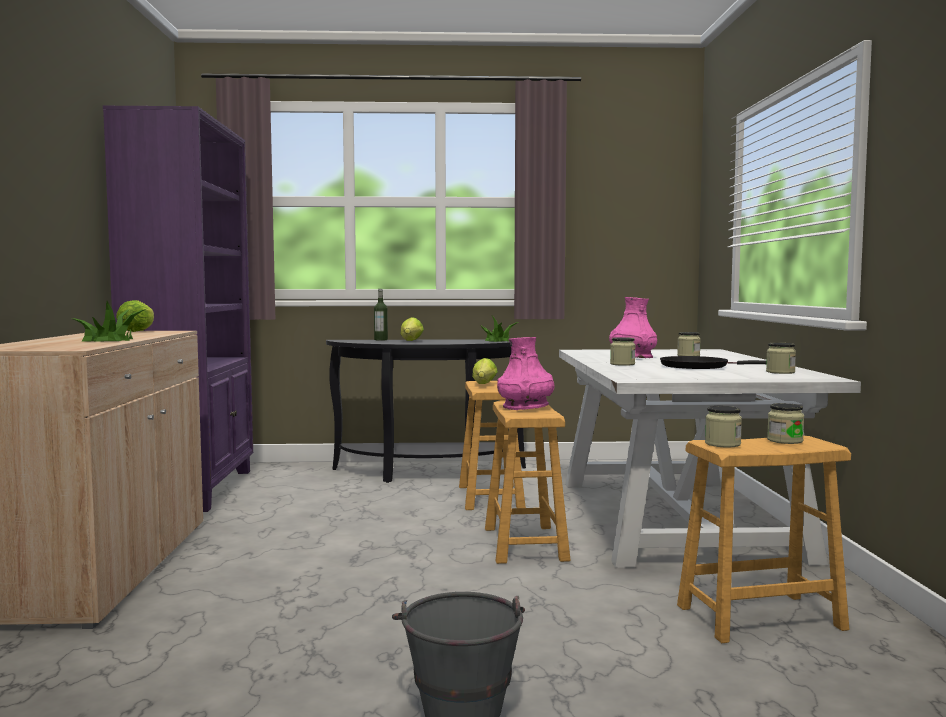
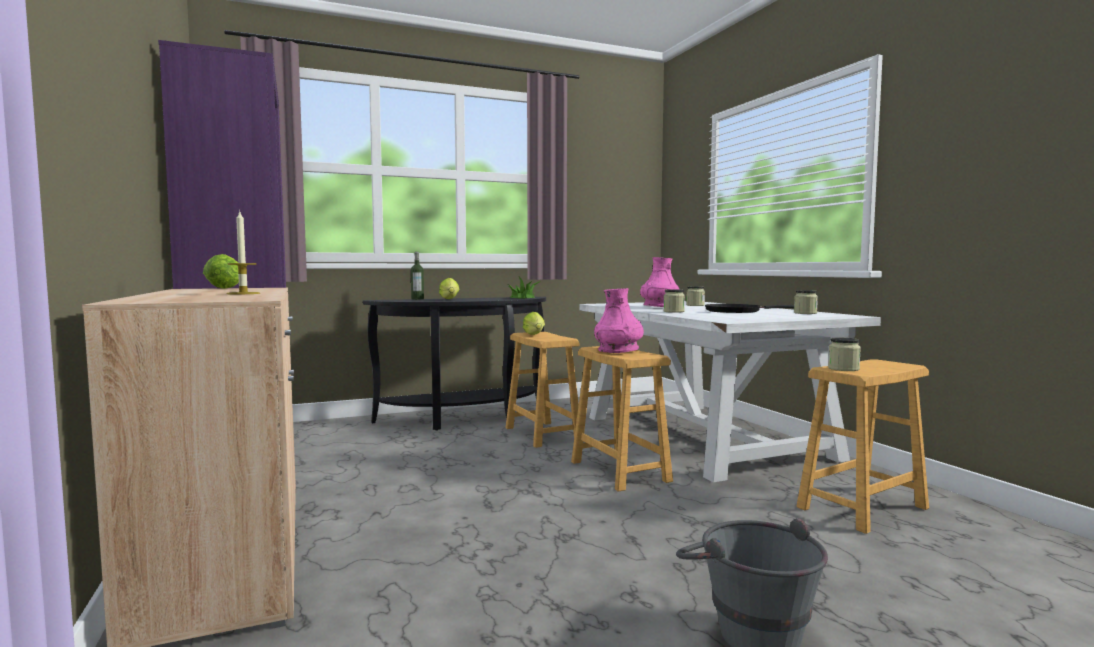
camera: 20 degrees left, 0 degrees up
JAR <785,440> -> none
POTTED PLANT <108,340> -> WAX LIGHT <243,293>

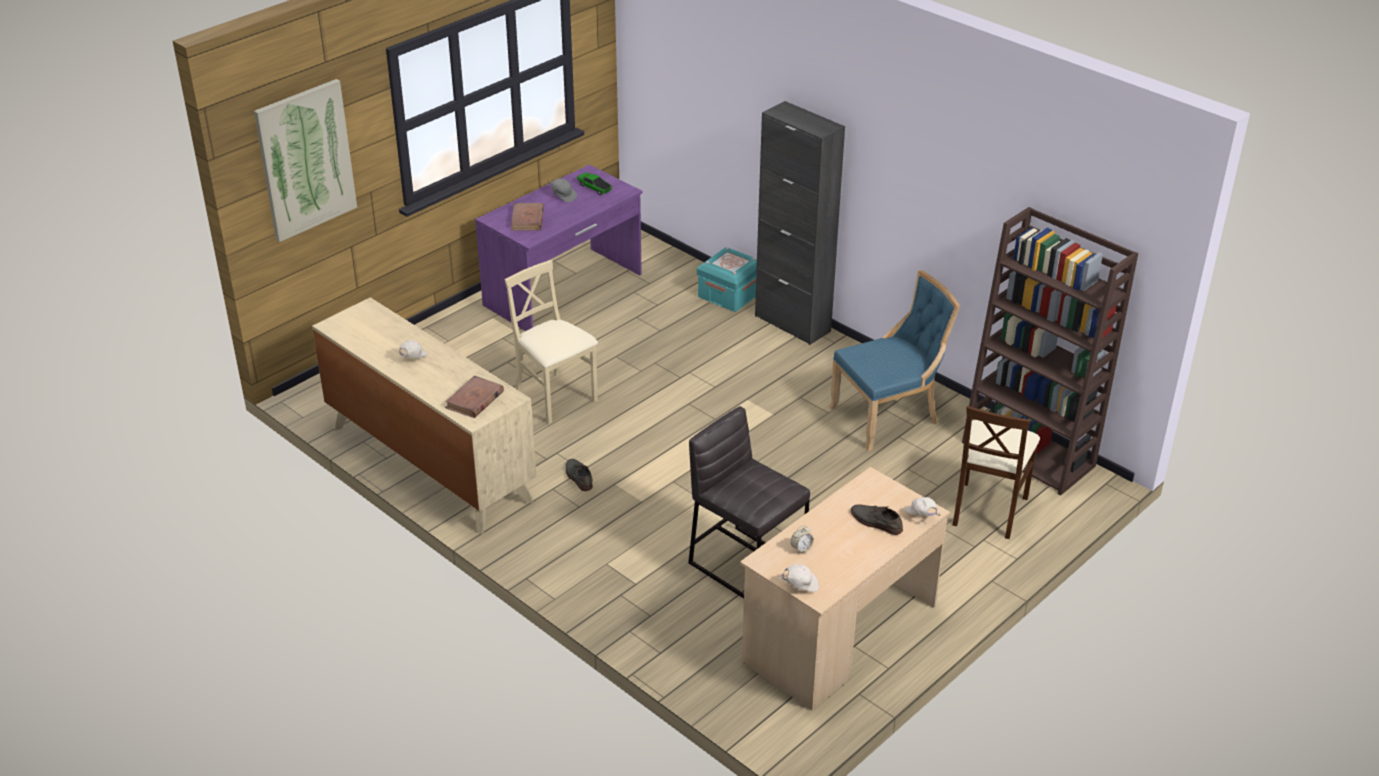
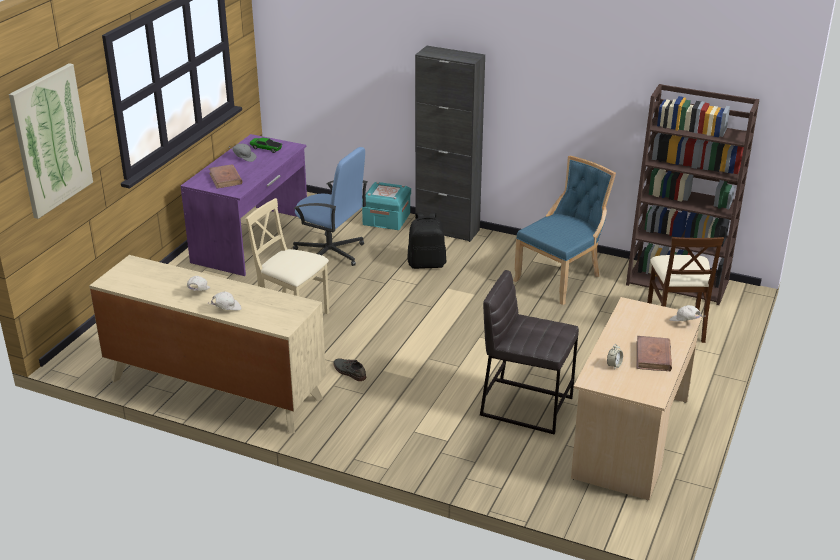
camera: 20 degrees left, 5 degrees down
GRAY LOW SHOE <875,522> -> none
none -> BLUE OFFICE CHAIR <330,253>
none -> BLACK RUCKSACK <427,264>
BROWN-COLOURED BOUND BOOK <474,400> -> BROWN-COLOURED BOUND BOOK <653,356>, moved
WHITE-COLOURED CAP <799,585> -> WHITE-COLOURED CAP <226,309>, moved

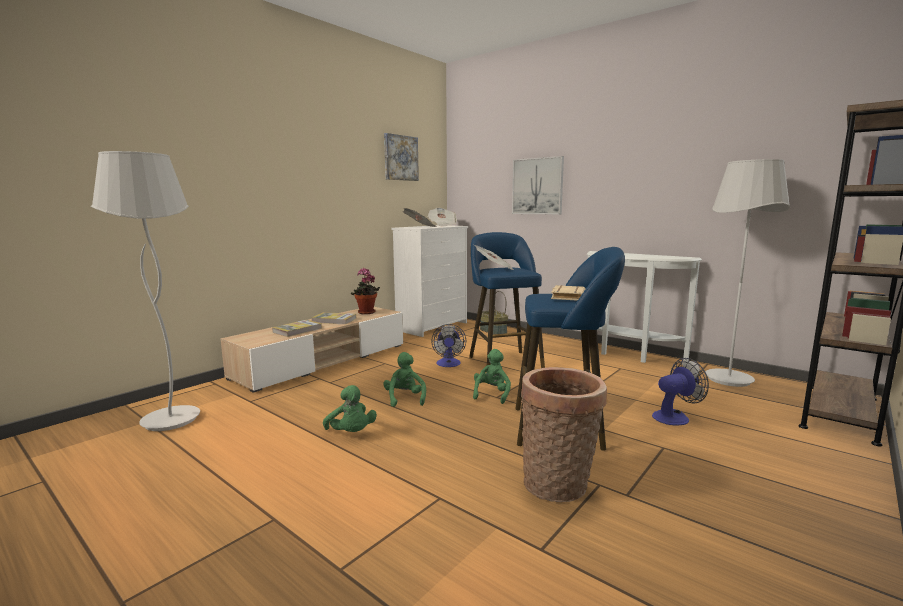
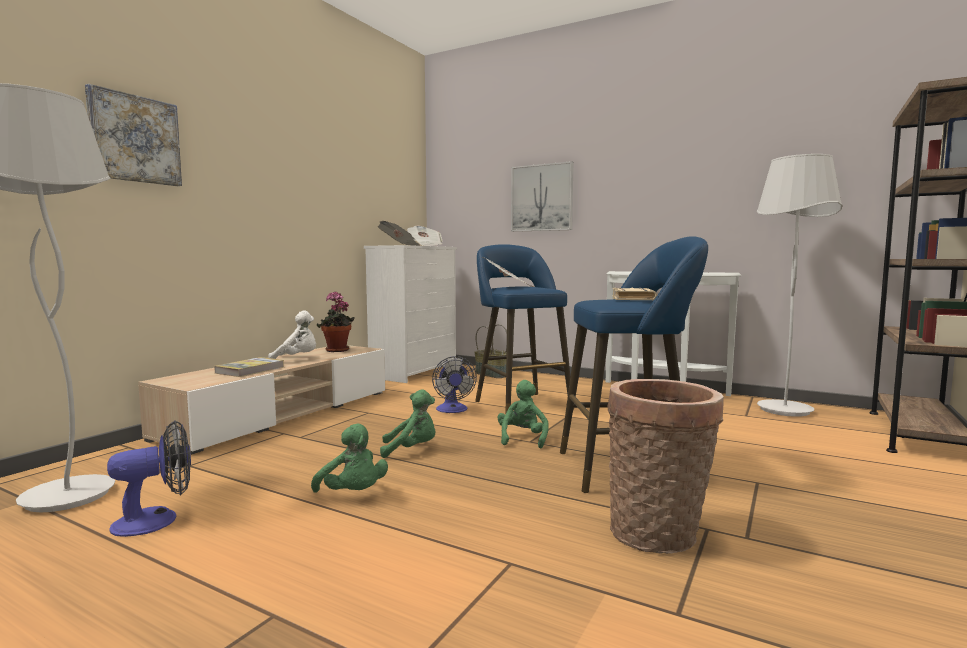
camera: 10 degrees left, 5 degrees down
WALL ART <400,158> -> WALL ART <134,139>, moved
ELECTRIC FAN <675,417> -> ELECTRIC FAN <157,520>, moved
BOUND BOOK <334,320> -> WHITE-COLOURED PLUSH TOY <297,359>
GREENISH PLUSH TOY <405,398> -> GREENISH PLUSH TOY <411,450>, 105 degrees clockwise

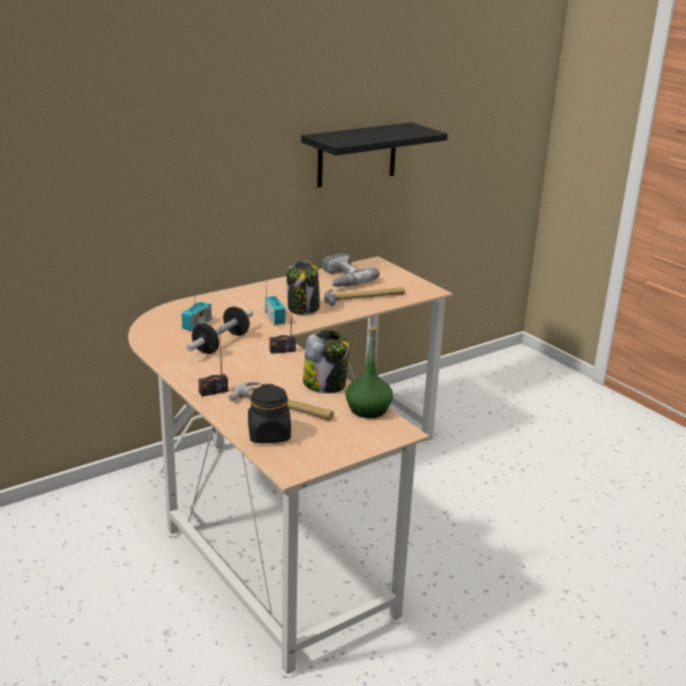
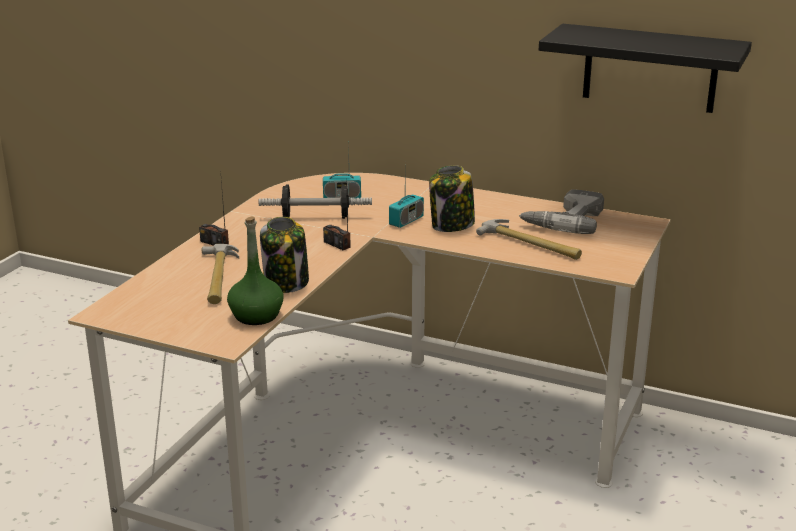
camera: 60 degrees right, 0 degrees up
BLACK JAR <269,435> -> none

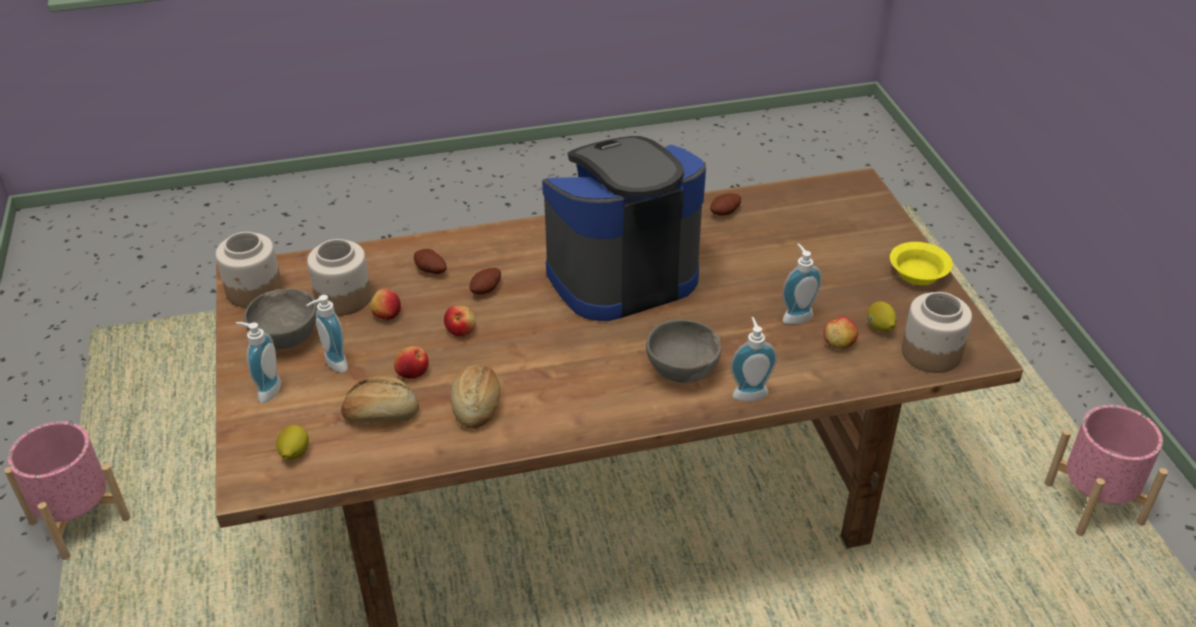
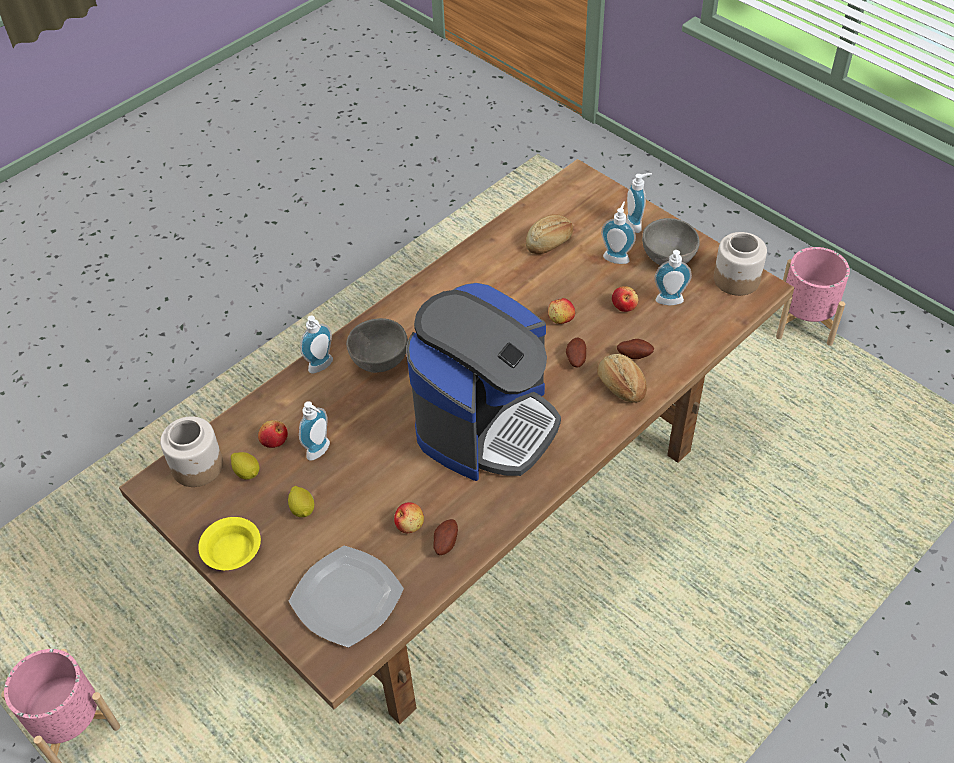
camera: 150 degrees right, 10 degrees up
none -> PLATE <345,598>
CITRUS FRUIT <294,453> -> CITRUS FRUIT <302,509>, moved
WHOLE APPLE <412,372> -> WHOLE APPLE <410,524>, moved
BAKED BREAD <477,405> -> BAKED BREAD <620,386>, moved
JAR <342,298> -> LIQUID SOAP BOTTLE <669,303>

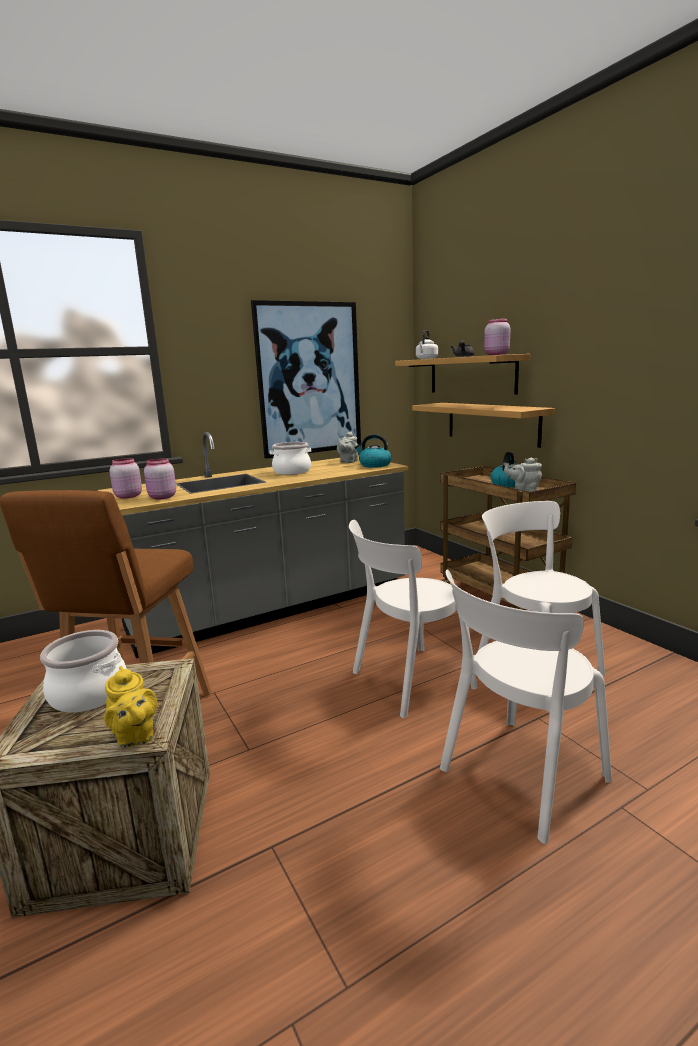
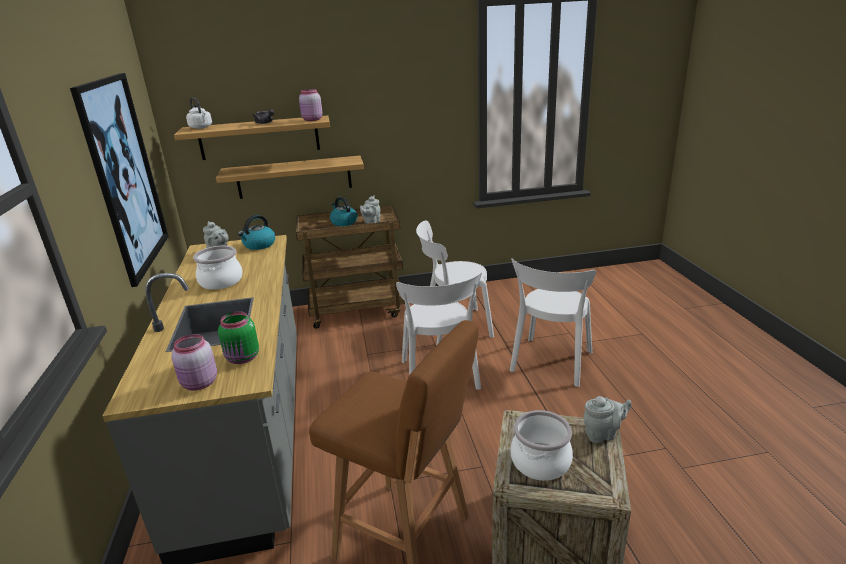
camera: 70 degrees left, 10 degrees up
YELLOW-COLOURED TEAPOT <134,737> -> GRAY TEAPOT <603,434>
PINKISH JAR <161,497> -> GREENISH JAR <243,358>
WHITE-COLOURED UPRIGHT CHAIR <519,777> -> WHITE-COLOURED UPRIGHT CHAIR <550,363>, 45 degrees clockwise

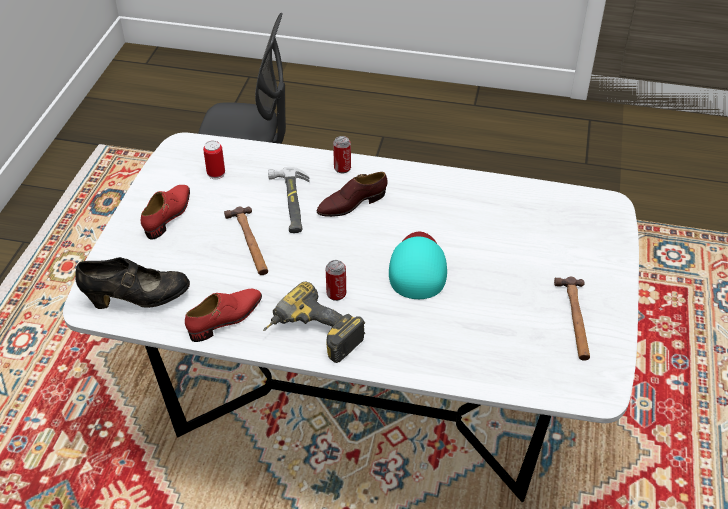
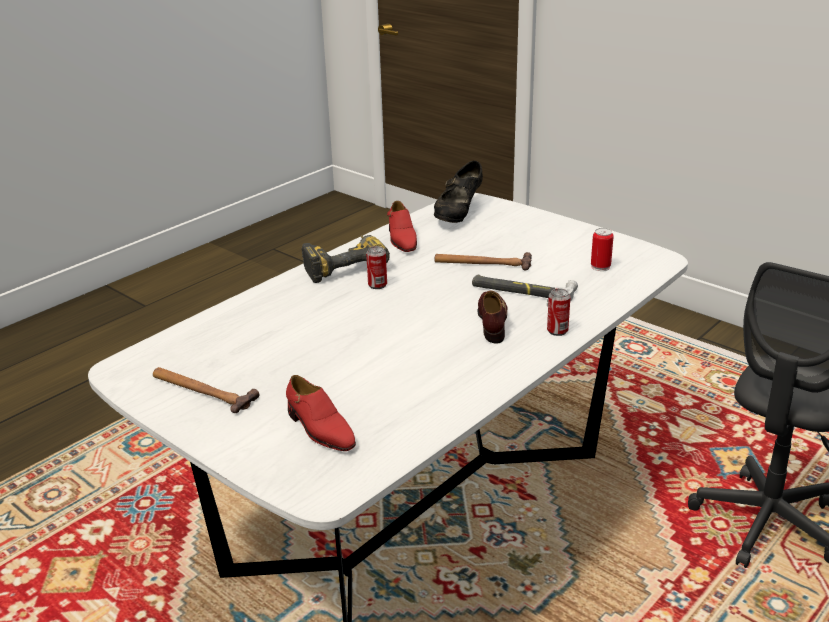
camera: 120 degrees right, 15 degrees down
TURQUOISE-COLOURED CAP <418,267> -> none
RED LOW SHOE <169,215> -> RED LOW SHOE <320,429>, moved

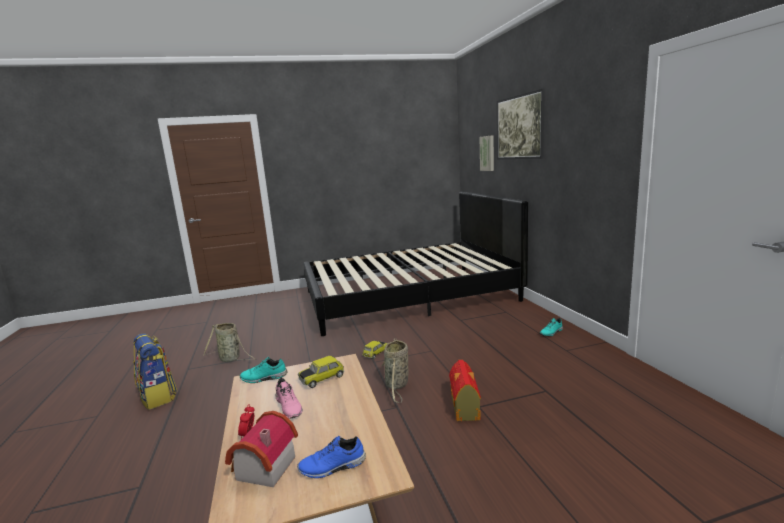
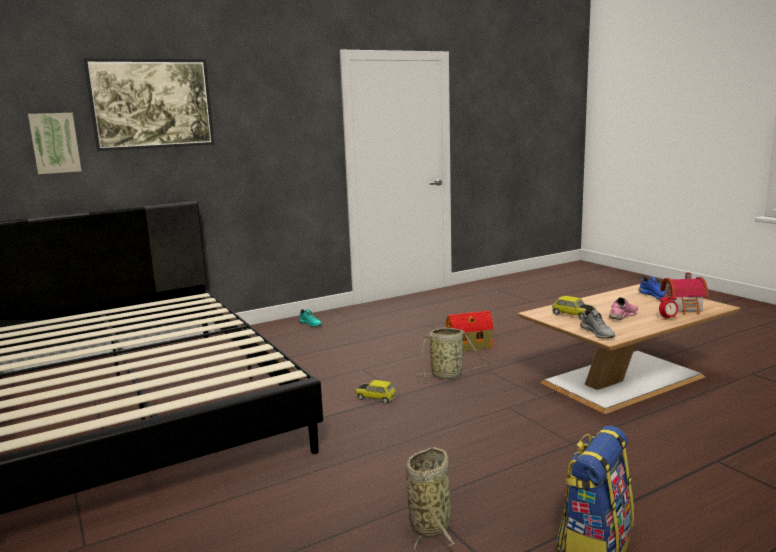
camera: 105 degrees left, 0 degrees up
TURQUOISE-COLOURED LOW SHOE <263,378> -> GRAY LOW SHOE <598,333>

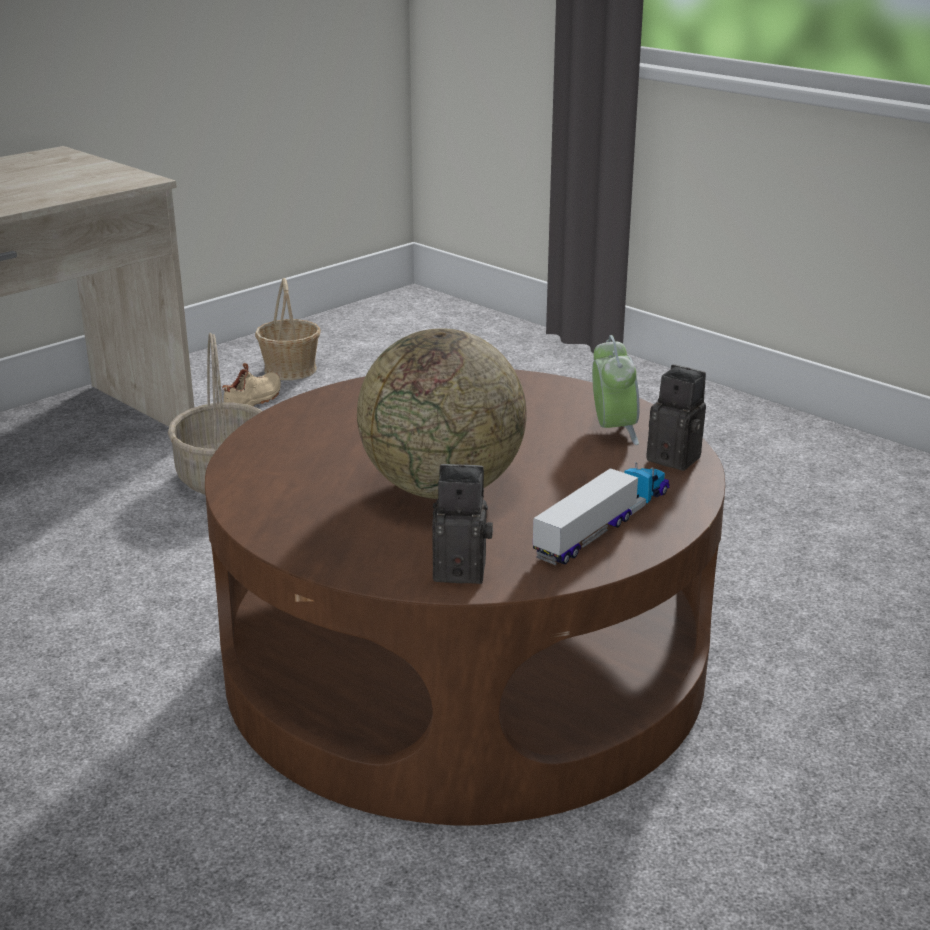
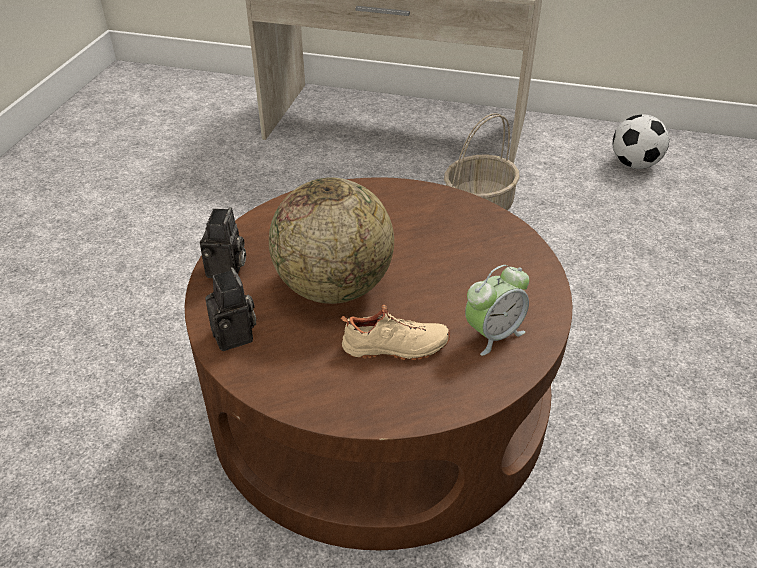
camera: 60 degrees right, 15 degrees up
TOY LORRY <604,524> -> none
BEIGE-COLOURED LOW SHOE <254,402> -> BEIGE-COLOURED LOW SHOE <395,348>, moved
PHOTO CAMERA <678,458> -> PHOTO CAMERA <227,270>, moved
BASKET <290,370> -> FOOTBALL <634,164>

